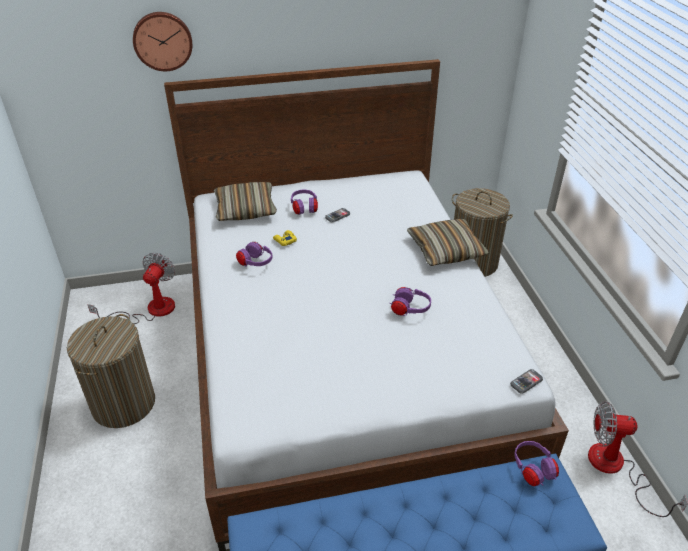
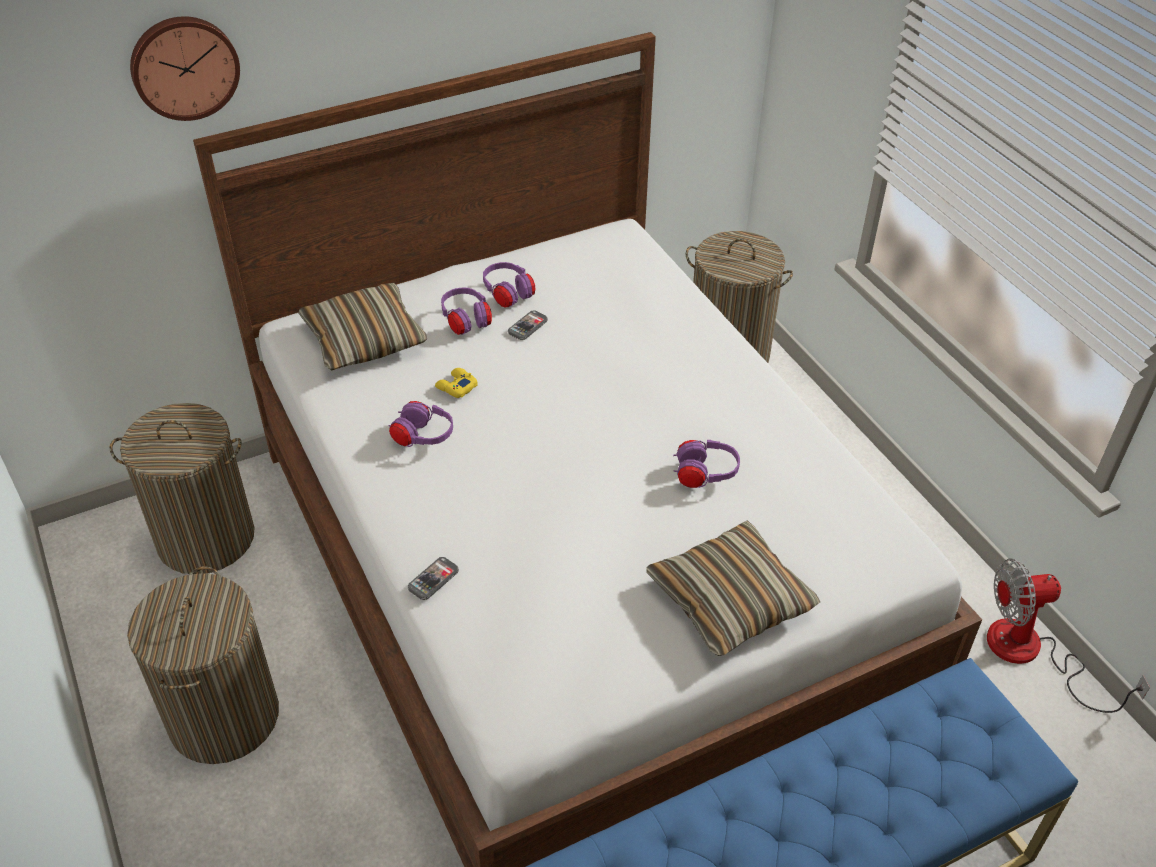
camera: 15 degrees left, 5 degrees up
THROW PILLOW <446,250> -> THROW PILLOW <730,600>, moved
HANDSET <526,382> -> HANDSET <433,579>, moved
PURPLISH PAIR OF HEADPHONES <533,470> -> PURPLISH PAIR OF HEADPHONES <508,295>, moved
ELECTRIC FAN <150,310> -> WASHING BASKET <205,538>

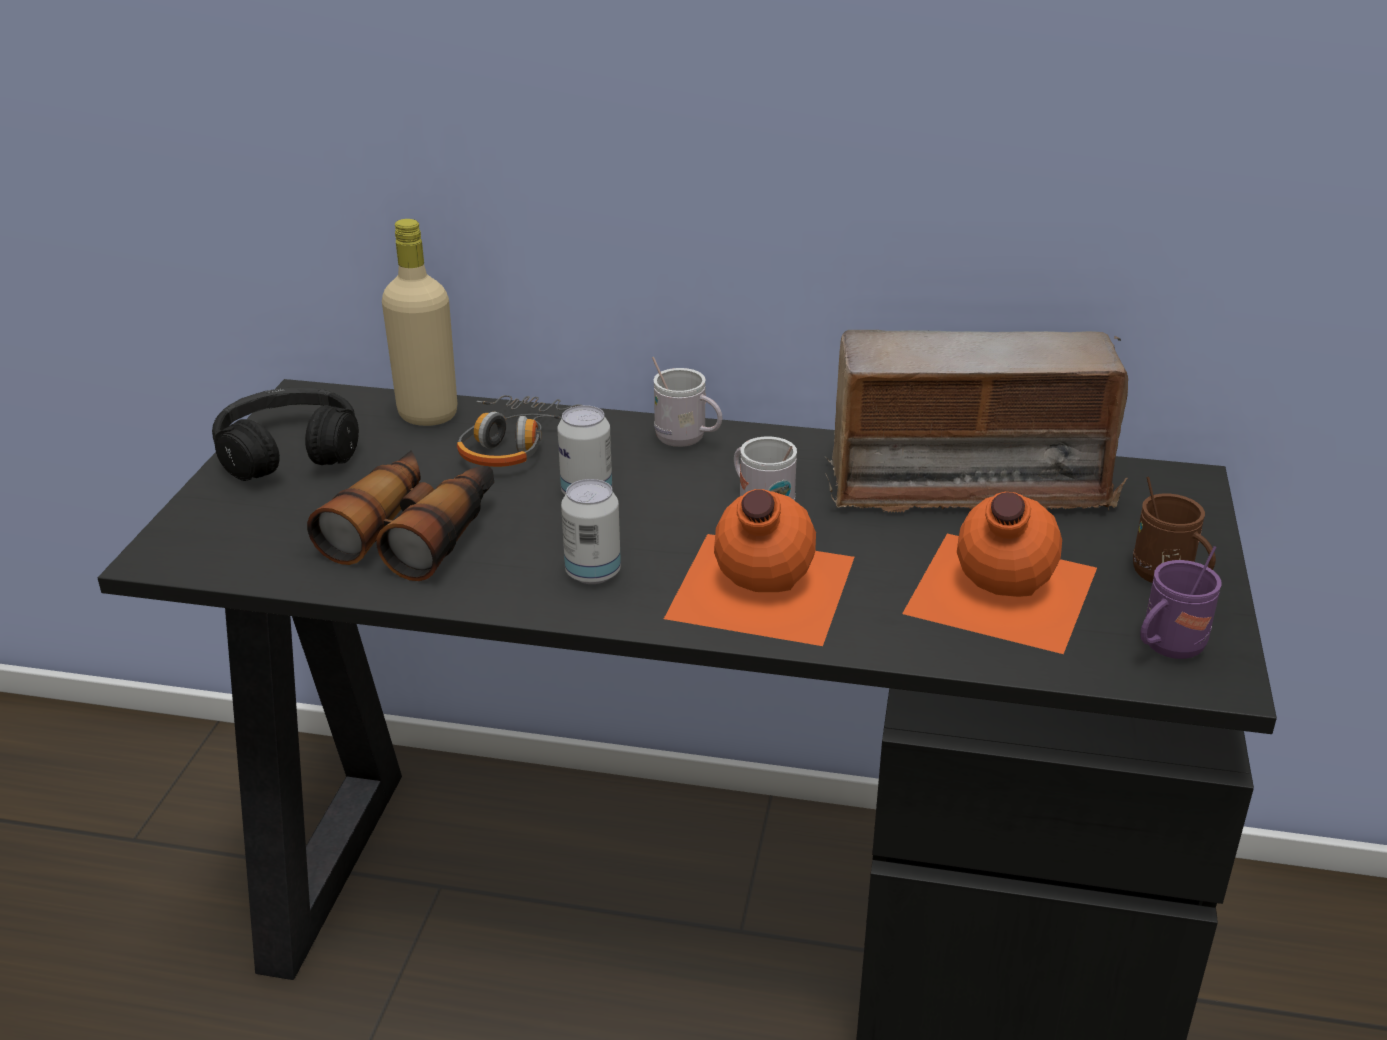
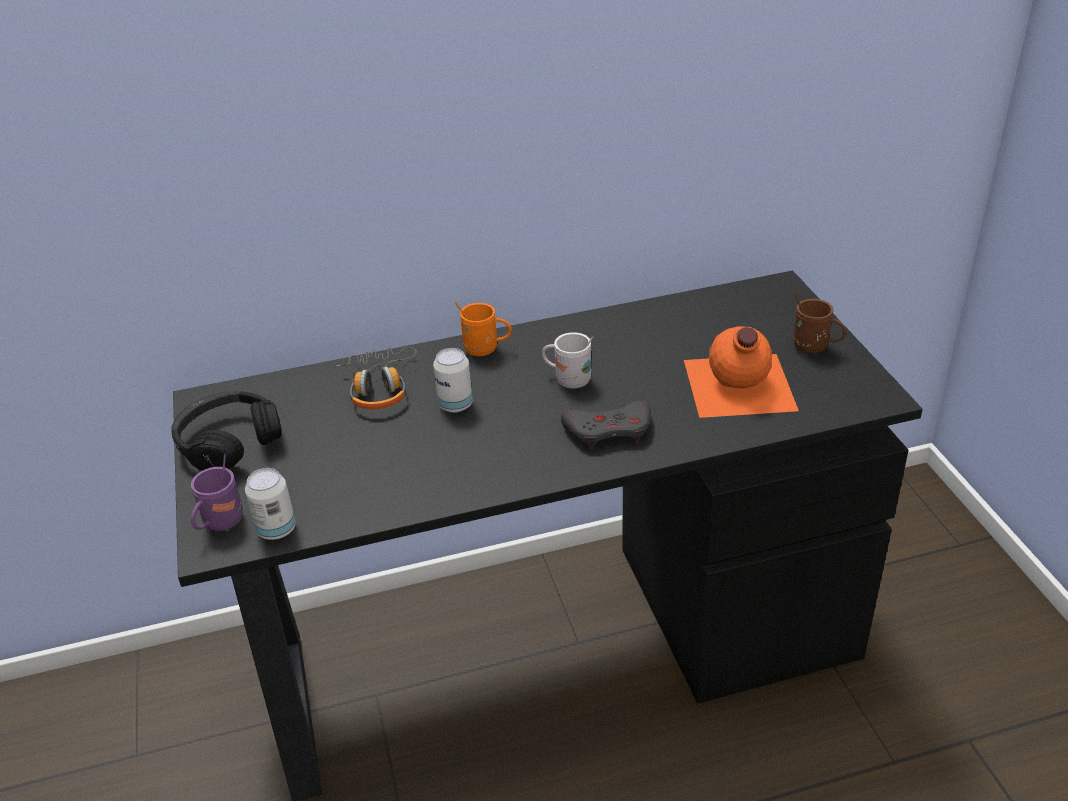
camera: 25 degrees left, 5 degrees up
FIELD GLASSES <415,531> -> none
BEIGE-COLOURED BEVERAGE BOTTLE <428,414> -> none
RADIO <967,484> -> none
METAL CAN <593,573> -> METAL CAN <276,529>, moved
PURPLISH COFFEE MUG <1166,649> -> PURPLISH COFFEE MUG <220,524>, moved
ORANGE BEVERAGE BOTTLE <758,588> -> GRAY GAME CONTROLLER <609,430>
WHITE-COLOURED COFFEE MUG <687,440> -> ORANGE COFFEE MUG <486,349>

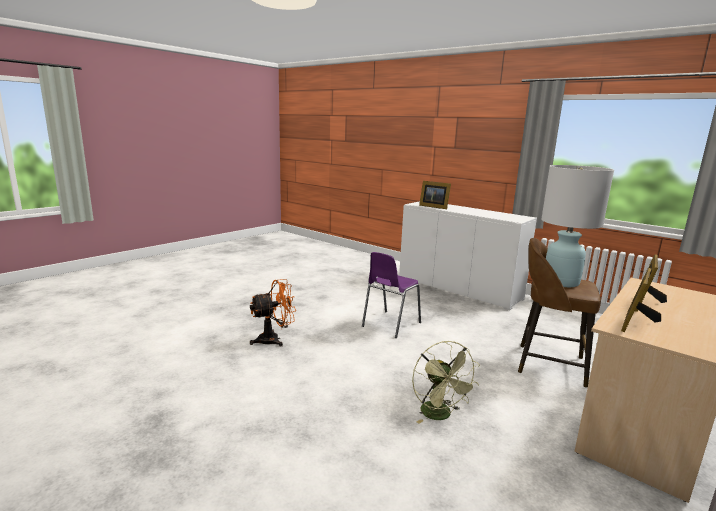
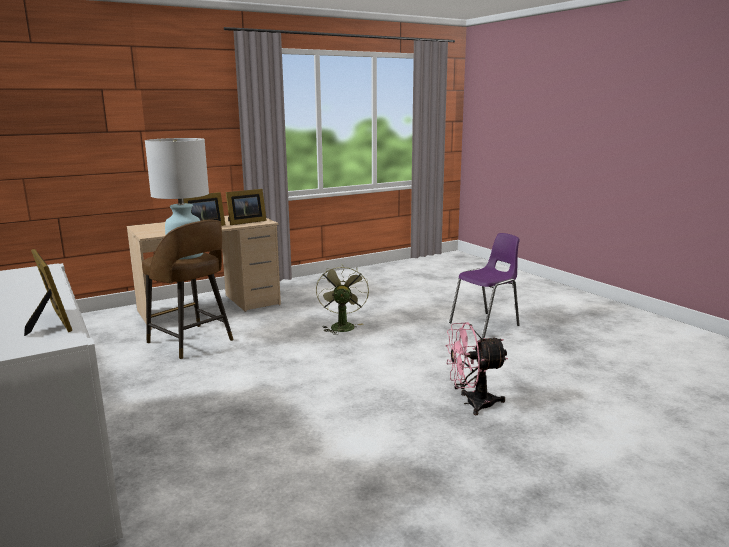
camera: 160 degrees left, 0 degrees up
PURPLISH UPRIGHT CHAIR <390,325> -> PURPLISH UPRIGHT CHAIR <486,324>, moved
ORANGE ELECTRIC FAN <274,339> -> PINKISH ELECTRIC FAN <472,403>

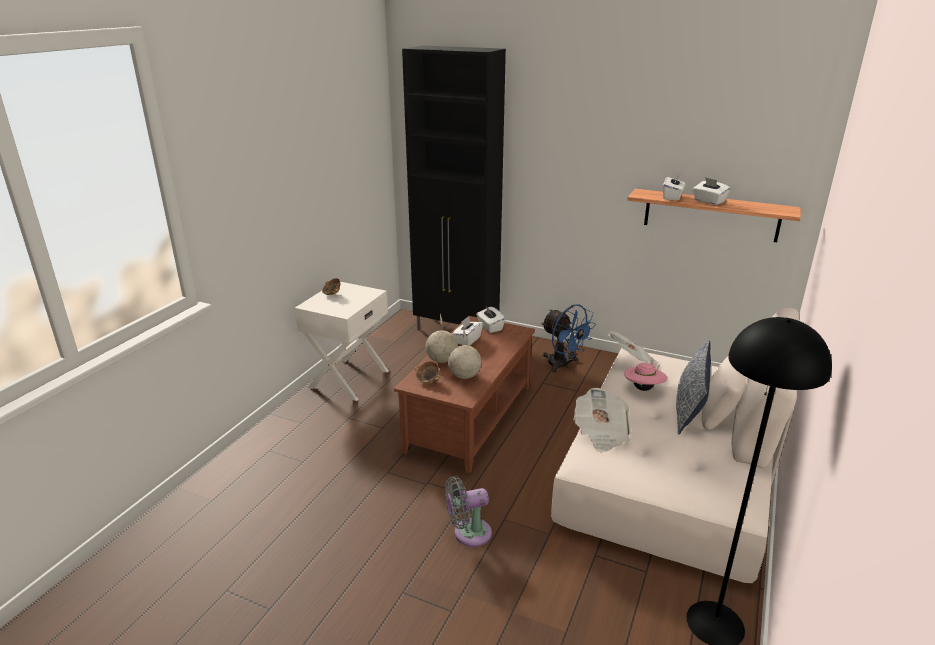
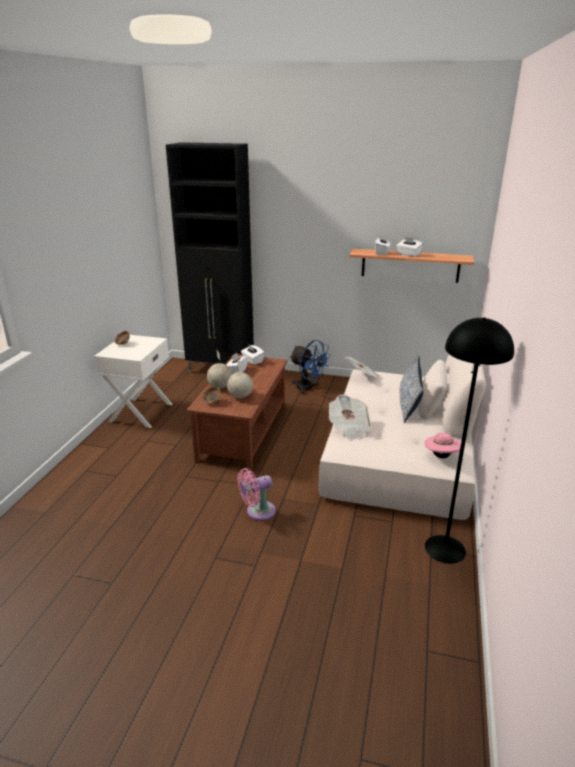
camera: 10 degrees left, 0 degrees up
PINKISH CLOTHING HAT <643,388> -> PINKISH CLOTHING HAT <441,456>, moved
GRAY ELECTRIC FAN <468,533> -> PINKISH ELECTRIC FAN <258,512>

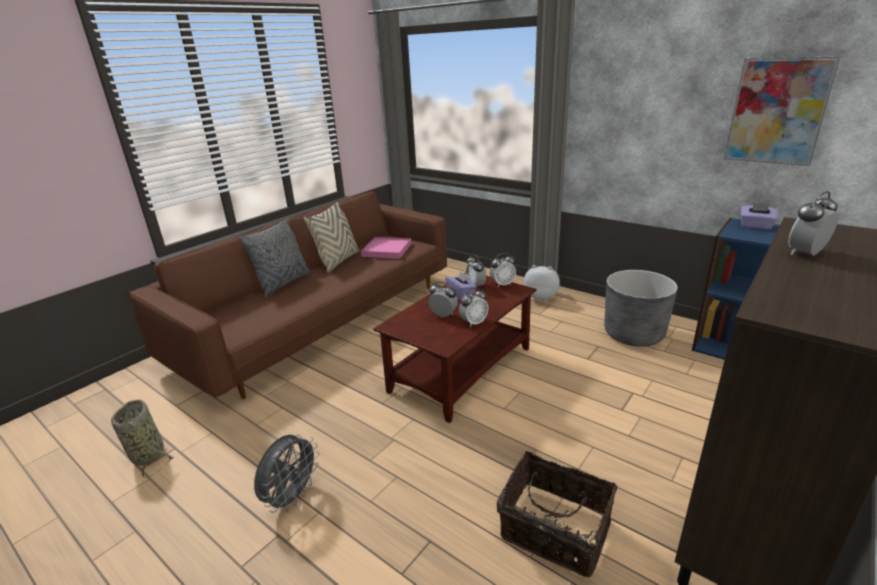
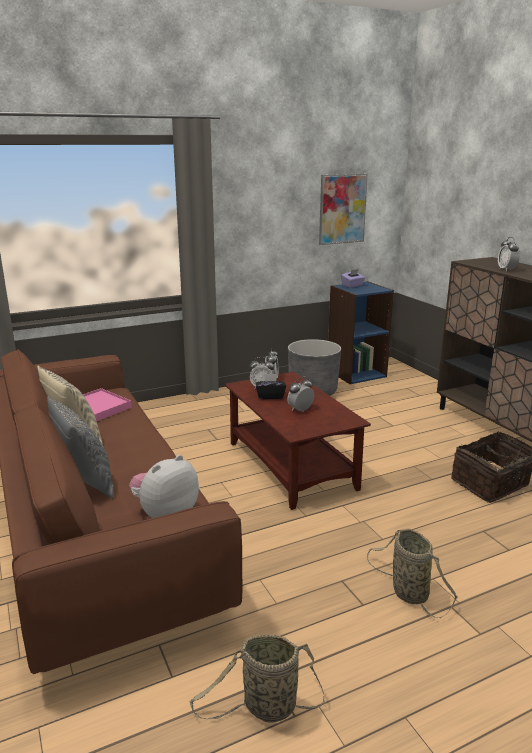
camera: 65 degrees left, 5 degrees down
TABLE CLOCK <473,323> -> none
PLUSH TOY <541,297> -> PLUSH TOY <165,514>, moved
GRAY ELECTRIC FAN <292,497> -> BASKET <407,591>
PURPLISH BOX OF TISSUES <461,294> -> BLACK BOX OF TISSUES <270,396>

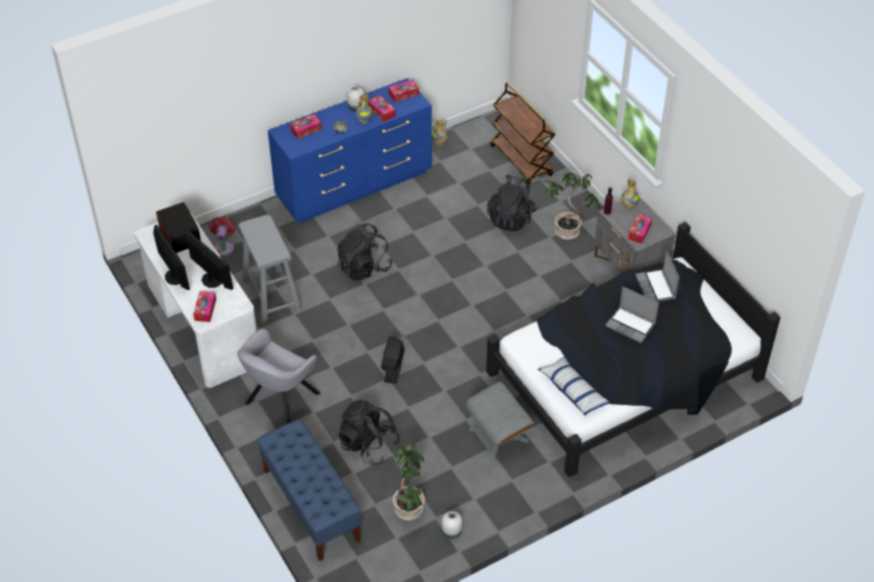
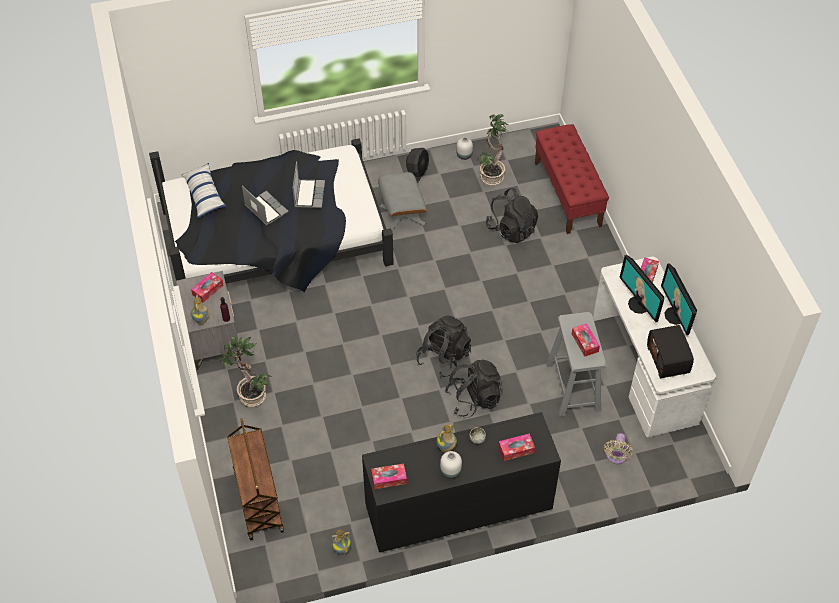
camera: 165 degrees left, 5 degrees up
GRAY LOUNGE CHAIR <279,401> -> none
BOX OF TISSUES <382,111> -> BOX OF TISSUES <585,342>, moved
BLACK ELECTRIC FAN <393,368> -> BLACK ELECTRIC FAN <417,174>, moved
BLACK RUCKSACK <511,218> -> BLACK RUCKSACK <443,357>, moved
THROW PILLOW <573,391> -> THROW PILLOW <204,195>, moved
NOTEBOOK COMPUTER <656,287> -> NOTEBOOK COMPUTER <309,194>, moved
RED ELECTRIC FAN <224,247> -> BEIGE-COLOURED ELECTRIC FAN <616,457>
BLUE LONG SEAT <311,505> -> RED LONG SEAT <567,194>
BLUE DRESSER <355,185> -> BLACK DRESSER <457,509>

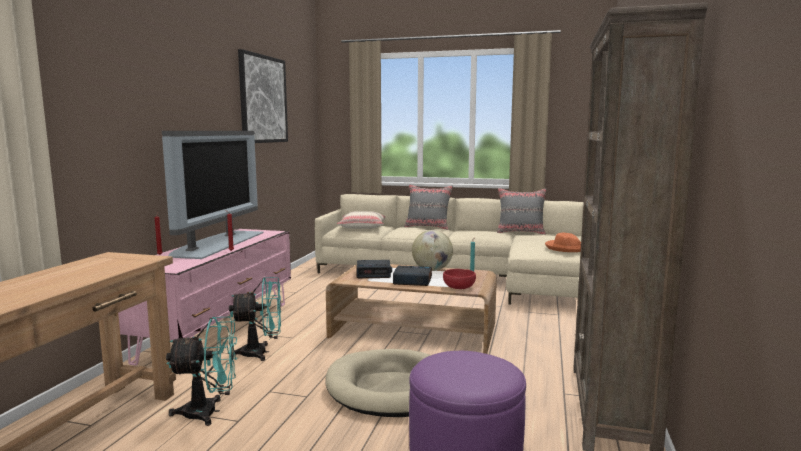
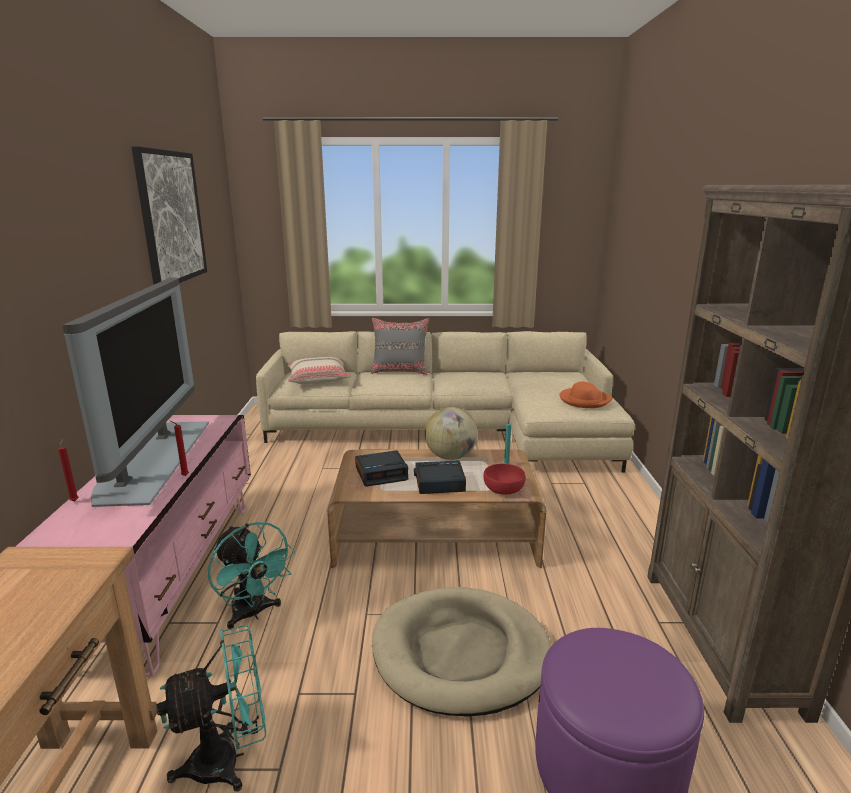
camera: 15 degrees left, 10 degrees up
GRAY THROW PILLOW <520,232> -> none
TURQUOISE-COLOURED ELECTRIC FAN <261,353> -> TURQUOISE-COLOURED ELECTRIC FAN <253,613>, 75 degrees clockwise

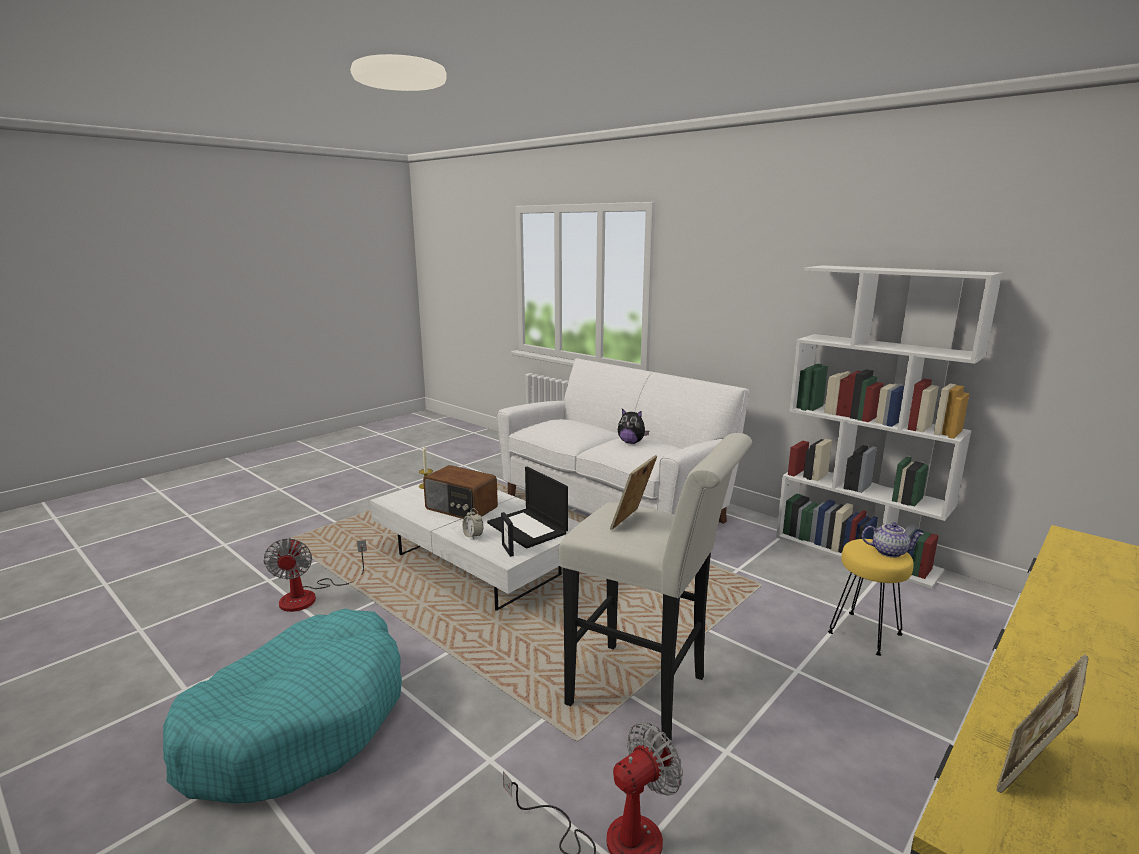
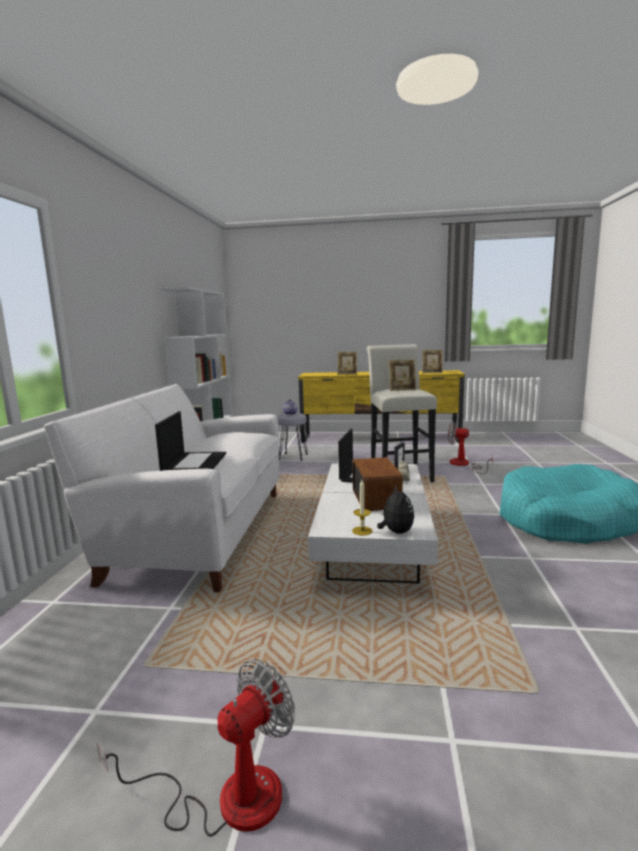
camera: 125 degrees left, 5 degrees down
none -> NOTEBOOK COMPUTER <194,463>
none -> PICTURE FRAME <347,374>
ELECTRIC FAN <310,596> -> ELECTRIC FAN <227,797>, moved
PLUSH TOY <631,442> -> PLUSH TOY <396,532>, moved
YELLOW-COLOURED STOOL <865,633> -> GRAY STOOL <292,457>

